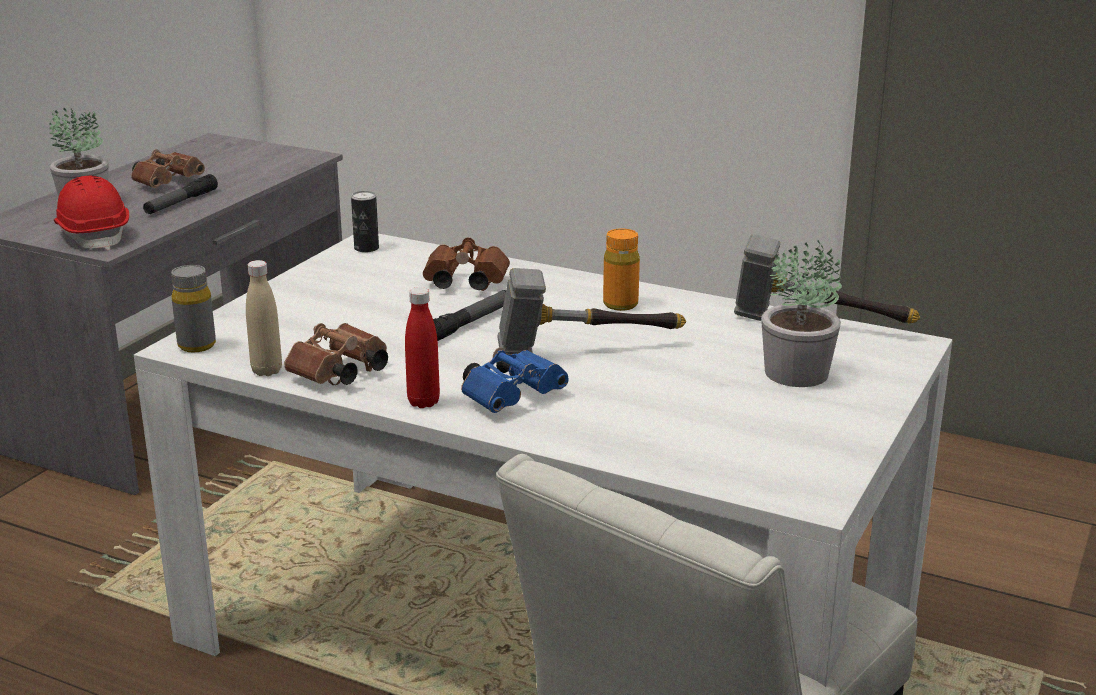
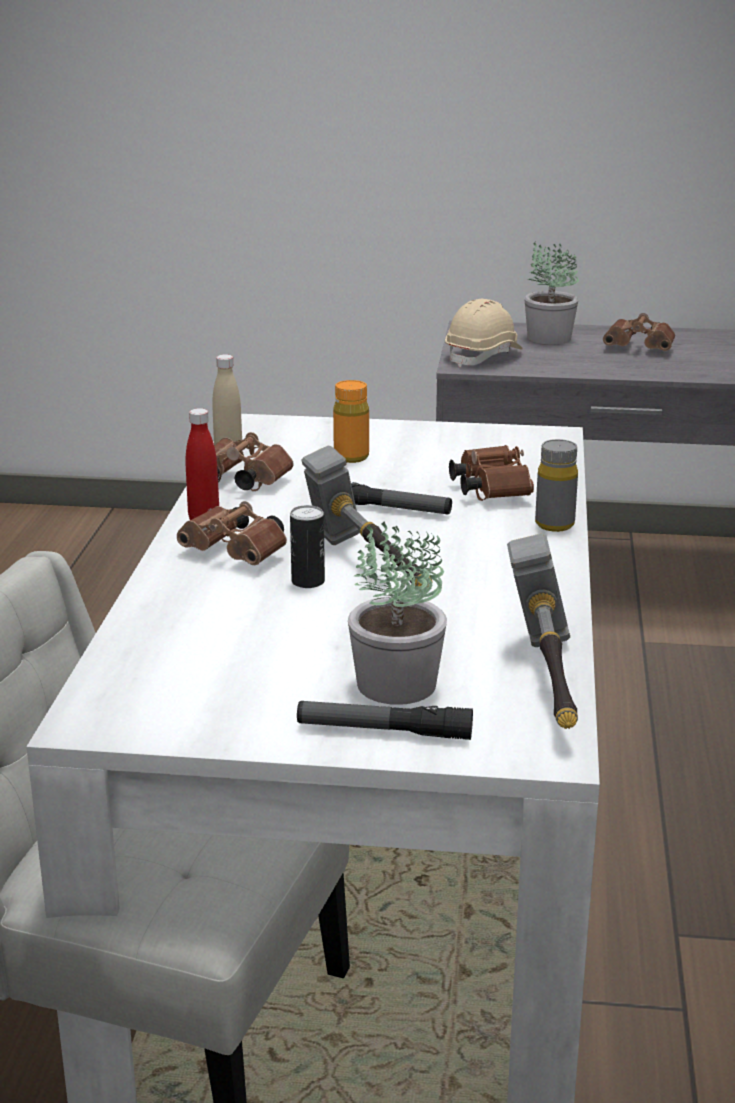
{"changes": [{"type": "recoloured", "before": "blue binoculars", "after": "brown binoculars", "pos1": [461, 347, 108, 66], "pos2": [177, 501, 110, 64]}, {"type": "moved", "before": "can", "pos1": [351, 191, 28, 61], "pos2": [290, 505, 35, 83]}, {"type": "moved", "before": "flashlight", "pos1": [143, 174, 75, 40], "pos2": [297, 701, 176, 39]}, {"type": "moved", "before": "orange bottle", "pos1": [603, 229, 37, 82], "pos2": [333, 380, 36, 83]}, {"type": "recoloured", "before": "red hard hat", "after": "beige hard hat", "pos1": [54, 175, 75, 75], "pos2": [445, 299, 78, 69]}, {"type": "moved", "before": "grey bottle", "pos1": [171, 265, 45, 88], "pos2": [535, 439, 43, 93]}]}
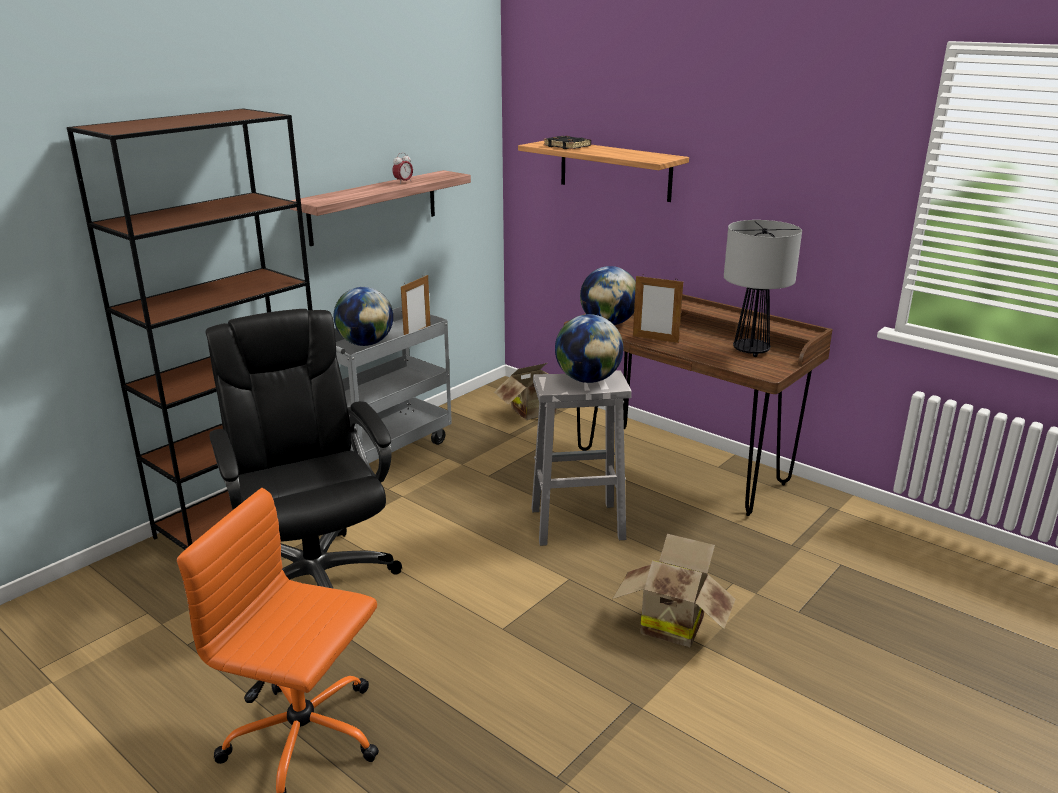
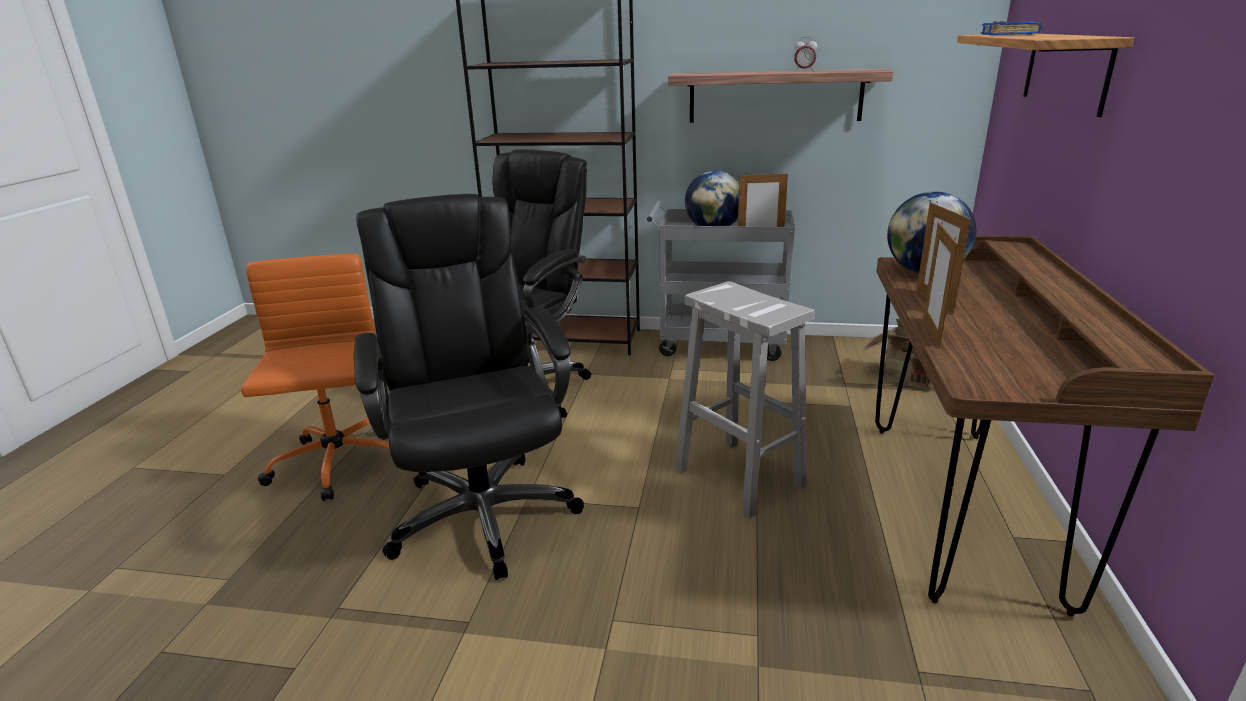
{"changes": [{"type": "added", "after": "black office chair", "pos2": [354, 194, 230, 386]}, {"type": "added", "after": "picture frame", "pos2": [923, 222, 35, 125]}, {"type": "recoloured", "before": "black book", "after": "blue book", "pos1": [543, 136, 48, 13], "pos2": [981, 21, 61, 14]}, {"type": "removed", "before": "globe", "pos1": [555, 314, 68, 69]}, {"type": "removed", "before": "cardboard box", "pos1": [613, 534, 123, 113]}, {"type": "removed", "before": "table lamp", "pos1": [724, 220, 78, 137]}]}
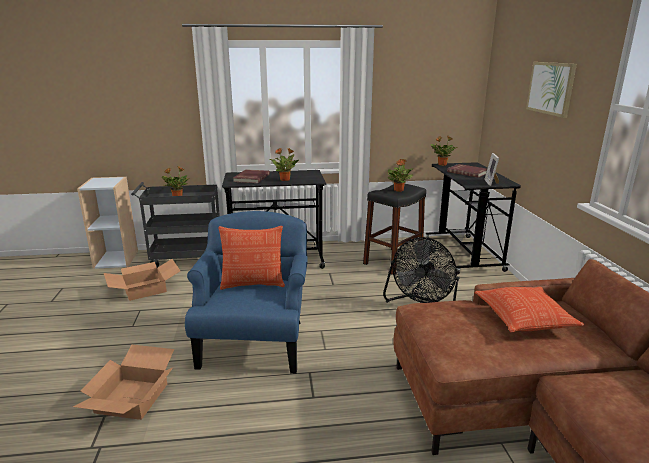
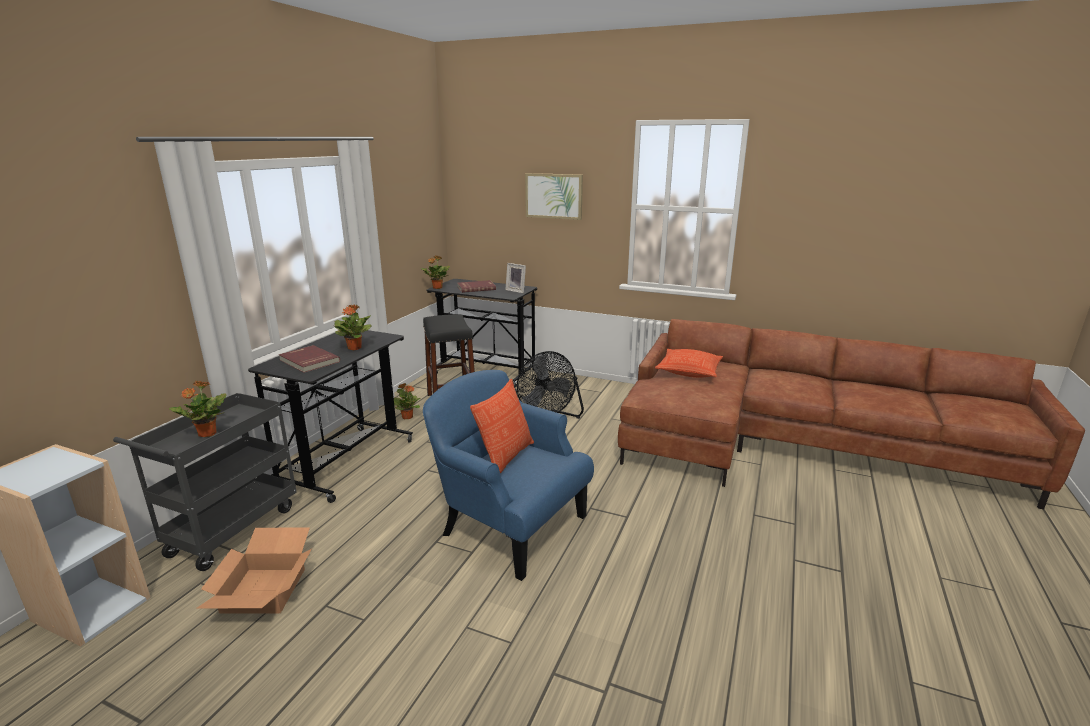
{"changes": [{"type": "moved", "before": "potted plant", "pos1": [388, 159, 25, 33], "pos2": [394, 383, 27, 37]}, {"type": "removed", "before": "cardboard box", "pos1": [73, 345, 101, 75]}]}
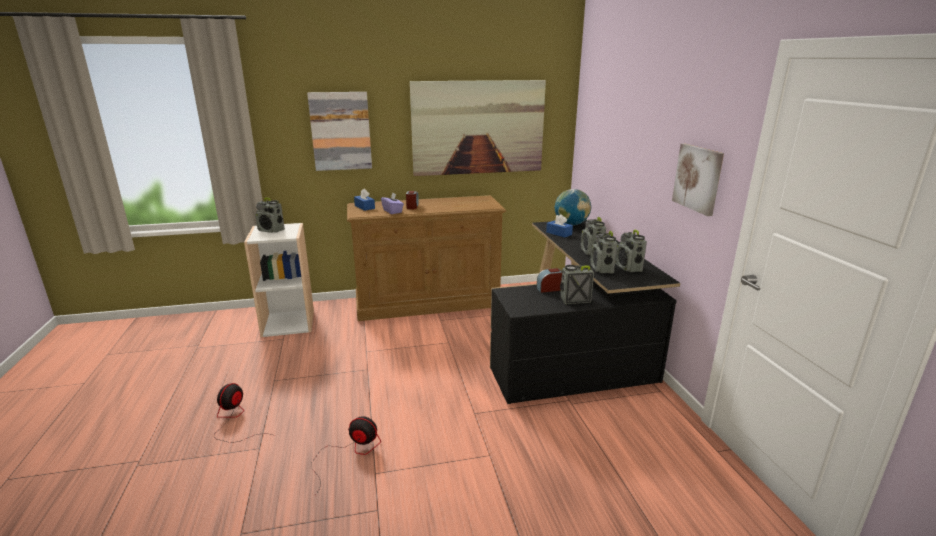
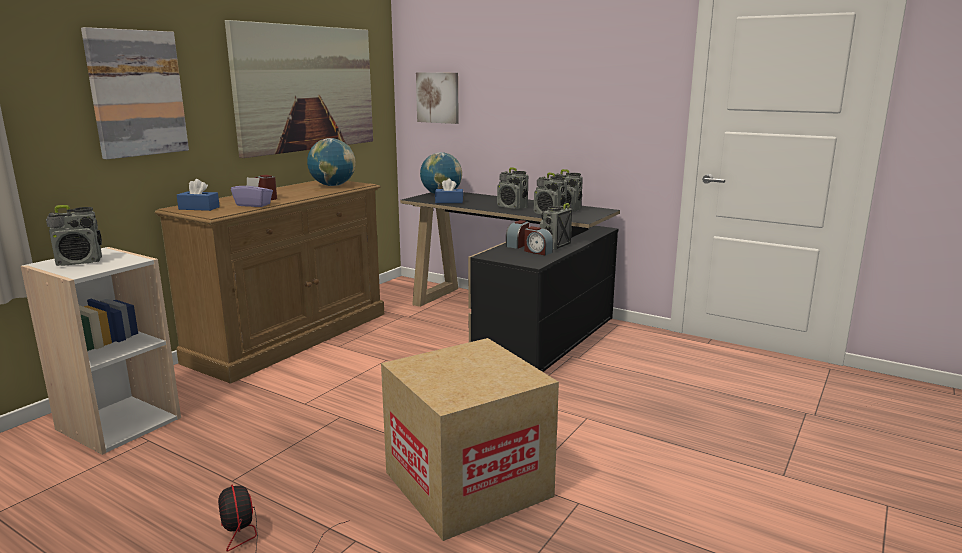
{"changes": [{"type": "added", "after": "globe", "pos2": [307, 138, 49, 48]}, {"type": "replaced", "before": "fan", "after": "cardboard box", "pos1": [312, 416, 69, 78], "pos2": [381, 338, 178, 203]}, {"type": "moved", "before": "picture", "pos1": [672, 144, 52, 72], "pos2": [416, 73, 43, 51]}, {"type": "added", "after": "alarm clock", "pos2": [524, 226, 29, 30]}]}
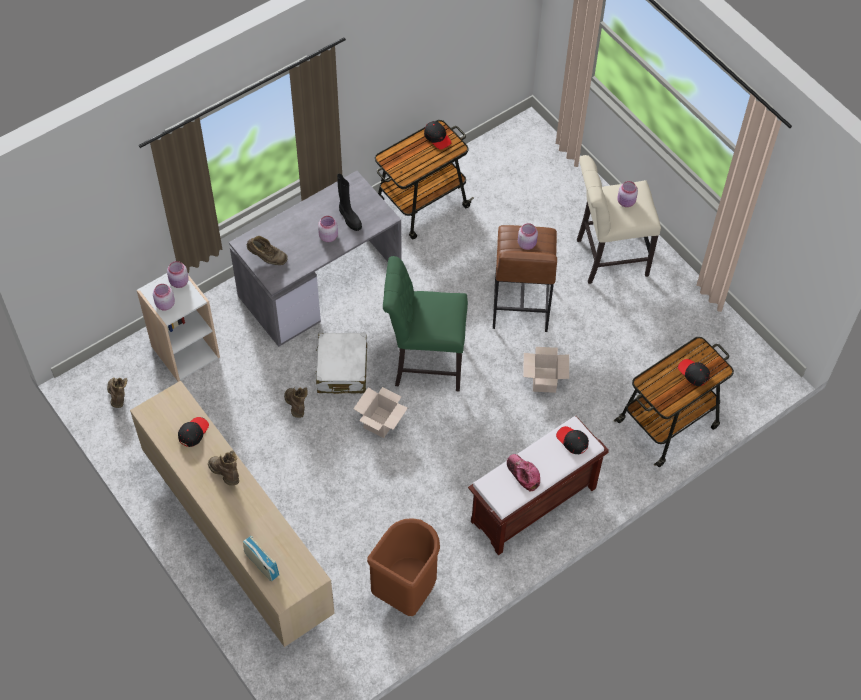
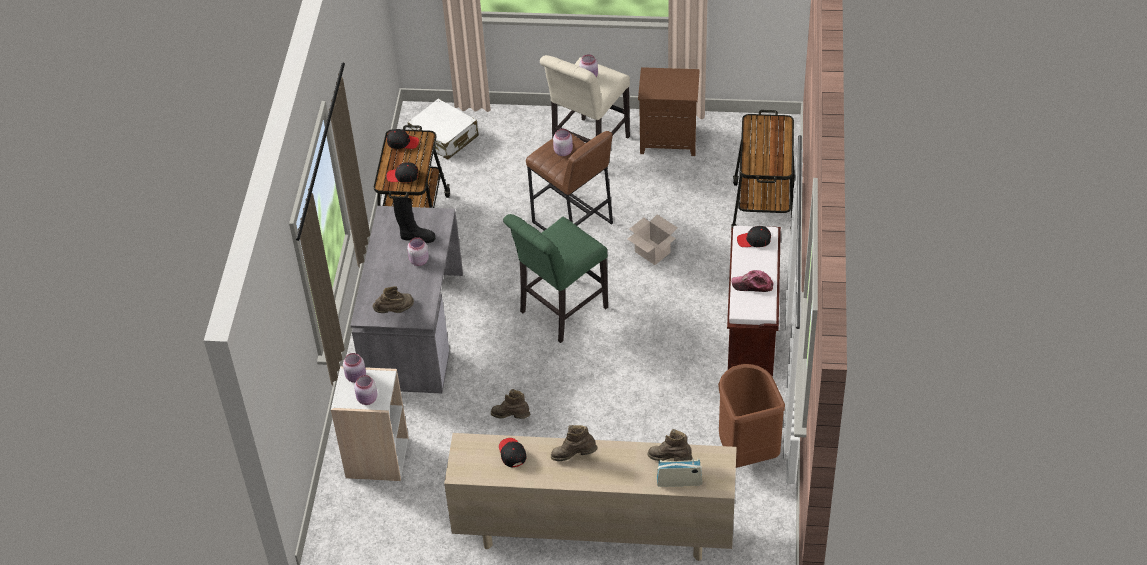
{"changes": [{"type": "moved", "before": "black cap", "pos1": [678, 359, 32, 27], "pos2": [386, 162, 33, 21]}, {"type": "moved", "before": "white suitcase", "pos1": [315, 333, 52, 61], "pos2": [408, 98, 71, 62]}, {"type": "added", "after": "brown nightstand", "pos2": [638, 67, 62, 89]}, {"type": "moved", "before": "brown boot", "pos1": [107, 378, 20, 30], "pos2": [648, 429, 44, 32]}, {"type": "removed", "before": "cardboard box", "pos1": [353, 387, 55, 51]}]}
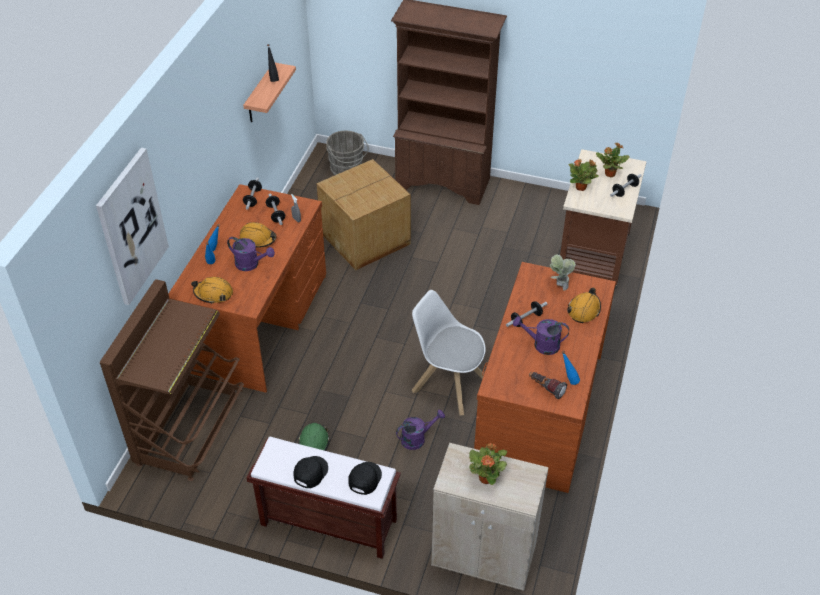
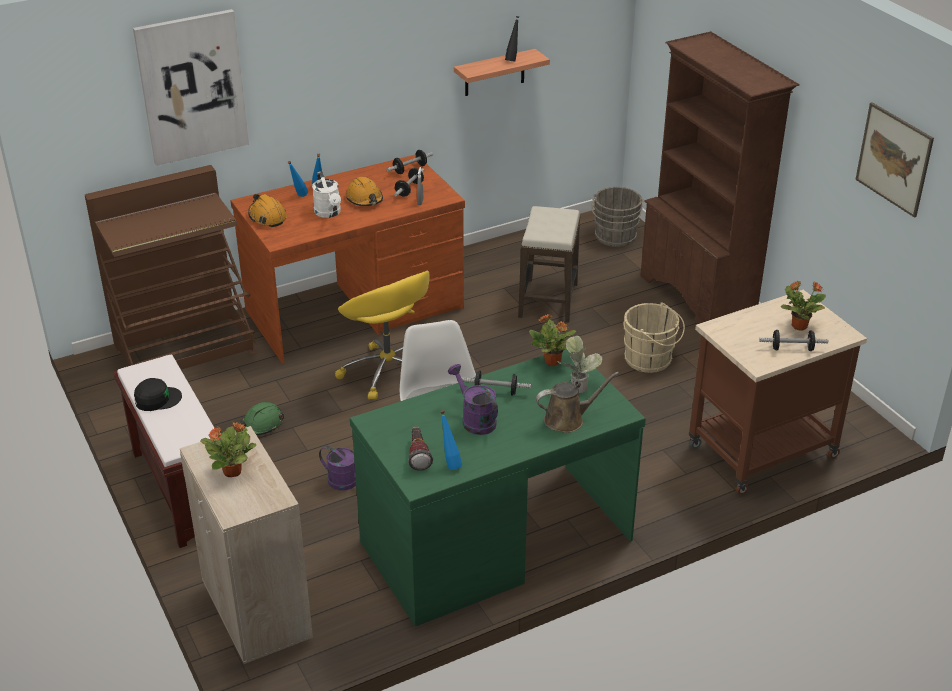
{"changes": [{"type": "recoloured", "before": "purple watering can", "after": "white watering can", "pos1": [227, 237, 48, 34], "pos2": [312, 172, 29, 46]}, {"type": "added", "after": "yellow office chair", "pos2": [335, 270, 95, 130]}, {"type": "recoloured", "before": "brown desk", "after": "green desk", "pos1": [474, 262, 142, 231], "pos2": [350, 349, 296, 277]}, {"type": "replaced", "before": "cardboard box", "after": "stool", "pos1": [316, 159, 95, 111], "pos2": [518, 206, 62, 117]}, {"type": "moved", "before": "potted plant", "pos1": [568, 159, 31, 32], "pos2": [529, 314, 48, 52]}, {"type": "replaced", "before": "orange hard hat", "after": "brown watering can", "pos1": [567, 288, 34, 35], "pos2": [536, 372, 83, 61]}, {"type": "added", "after": "beige bucket", "pos2": [624, 302, 61, 71]}, {"type": "added", "after": "picture", "pos2": [855, 102, 79, 116]}, {"type": "removed", "before": "black cap", "pos1": [348, 462, 34, 33]}]}
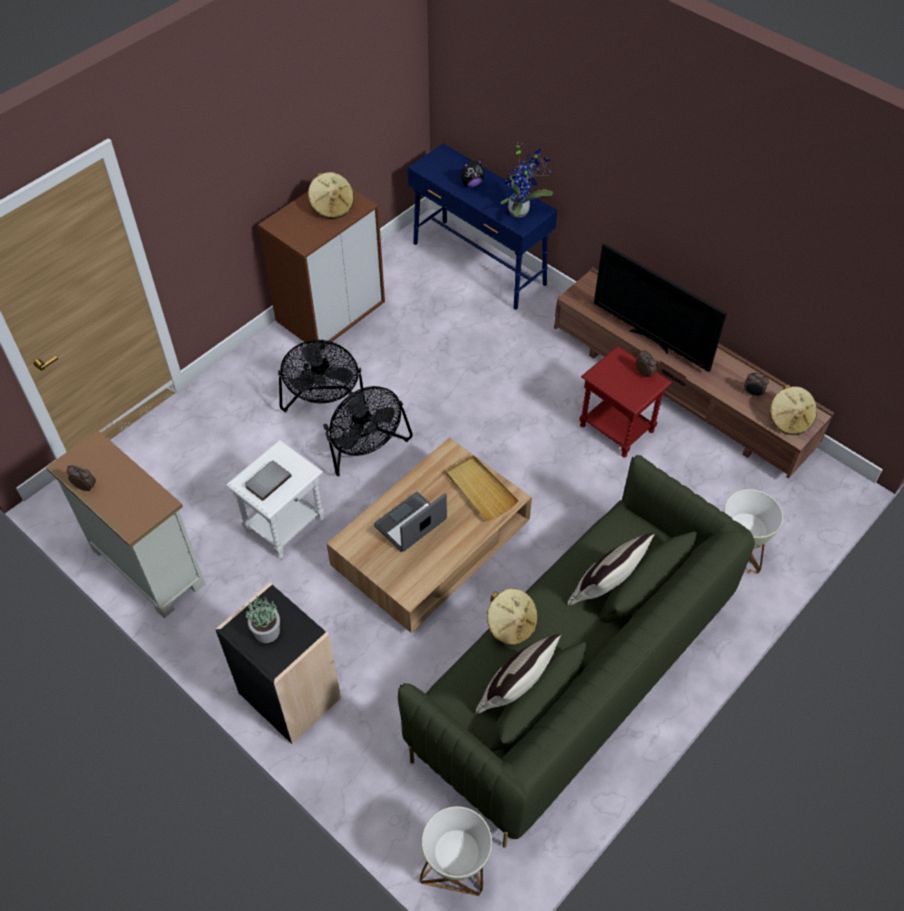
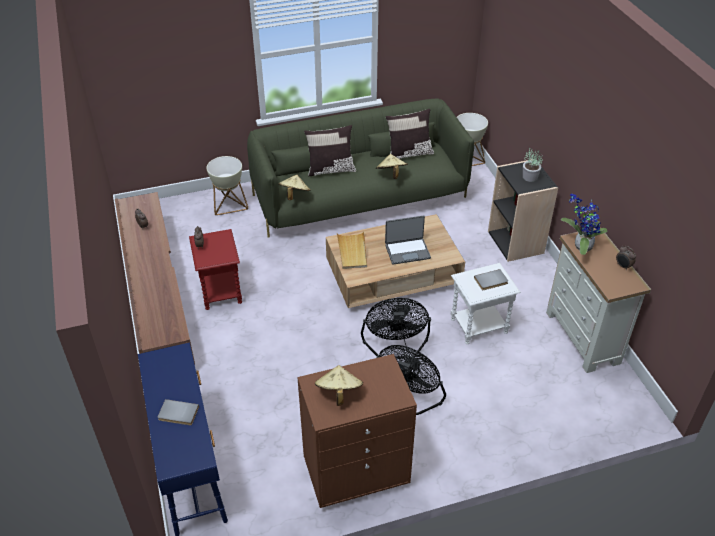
{"changes": [{"type": "replaced", "before": "plush toy", "after": "grey book", "pos1": [461, 159, 23, 28], "pos2": [158, 399, 41, 26]}, {"type": "moved", "before": "beige hat", "pos1": [770, 385, 47, 50], "pos2": [278, 175, 33, 25]}, {"type": "moved", "before": "potted plant", "pos1": [501, 142, 52, 76], "pos2": [561, 194, 47, 61]}, {"type": "removed", "before": "television", "pos1": [594, 243, 133, 129]}]}
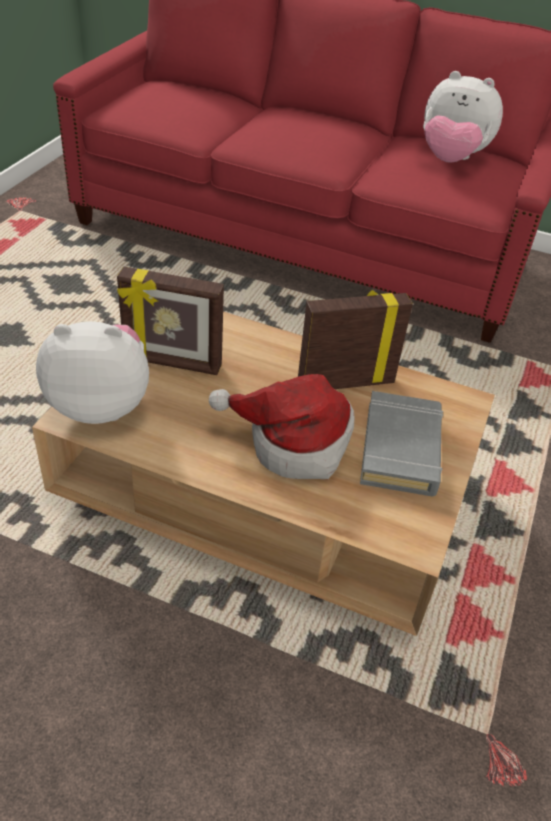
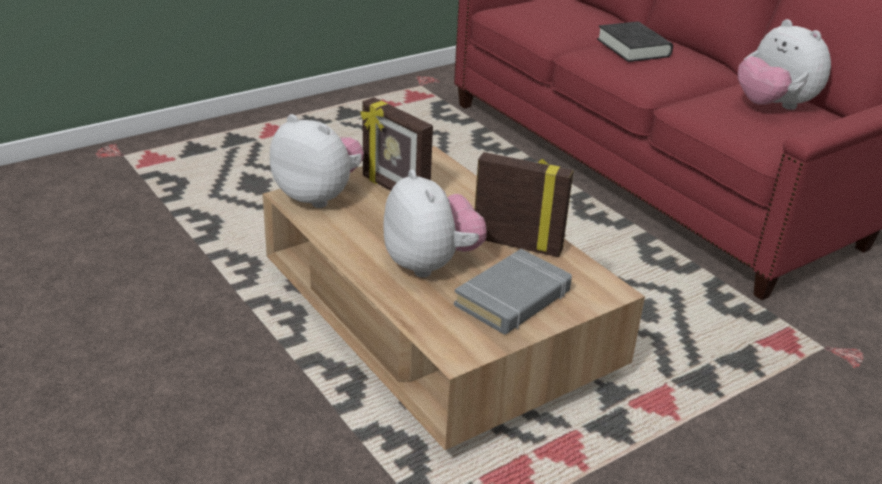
{"changes": [{"type": "replaced", "before": "hat", "after": "plush toy", "pos1": [209, 374, 146, 105], "pos2": [384, 169, 103, 109]}, {"type": "added", "after": "black book", "pos2": [597, 22, 76, 40]}]}
